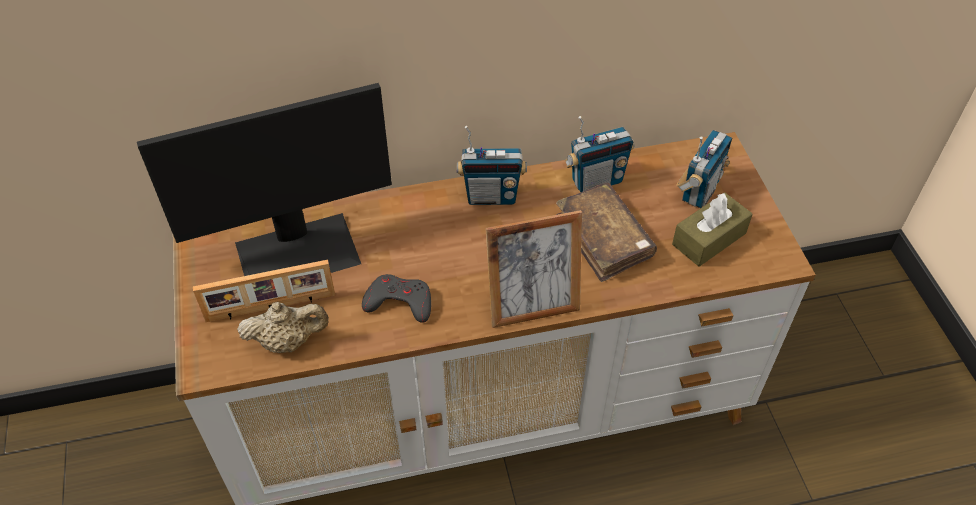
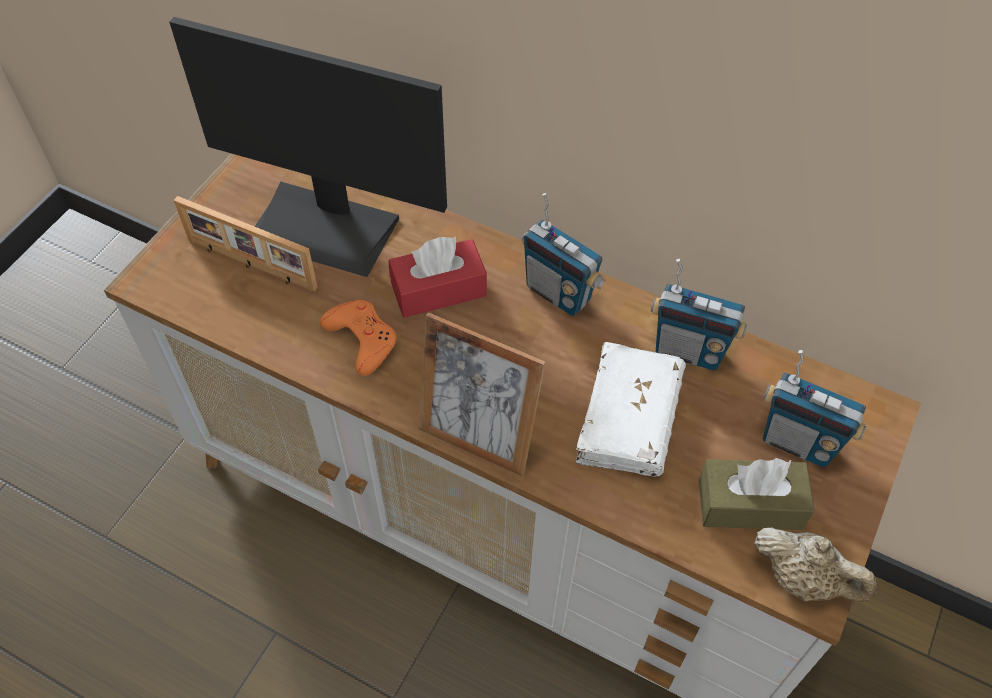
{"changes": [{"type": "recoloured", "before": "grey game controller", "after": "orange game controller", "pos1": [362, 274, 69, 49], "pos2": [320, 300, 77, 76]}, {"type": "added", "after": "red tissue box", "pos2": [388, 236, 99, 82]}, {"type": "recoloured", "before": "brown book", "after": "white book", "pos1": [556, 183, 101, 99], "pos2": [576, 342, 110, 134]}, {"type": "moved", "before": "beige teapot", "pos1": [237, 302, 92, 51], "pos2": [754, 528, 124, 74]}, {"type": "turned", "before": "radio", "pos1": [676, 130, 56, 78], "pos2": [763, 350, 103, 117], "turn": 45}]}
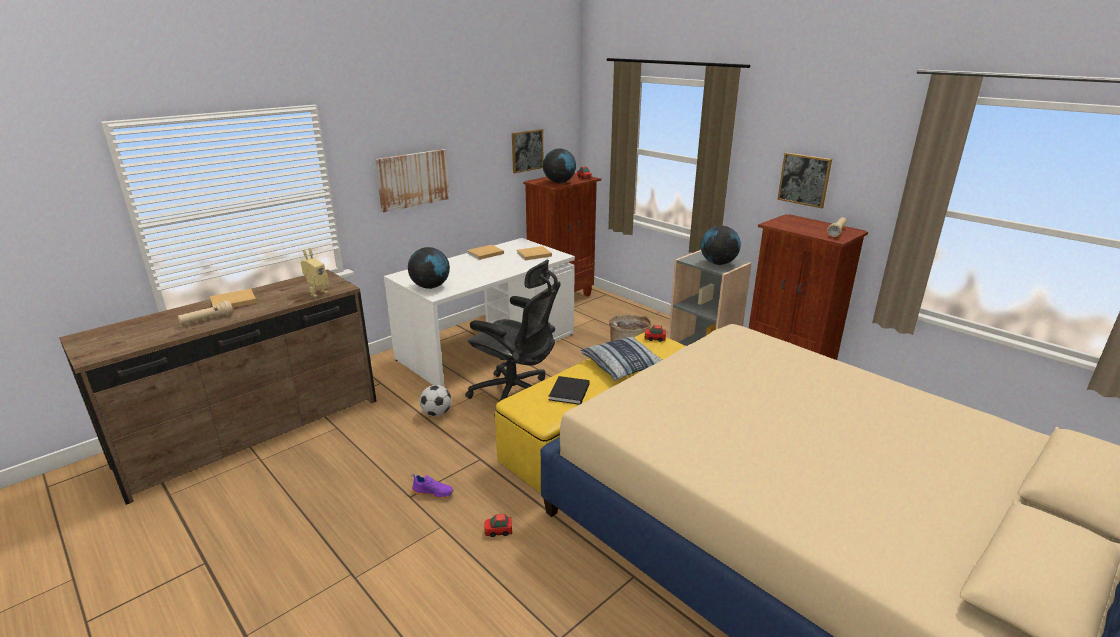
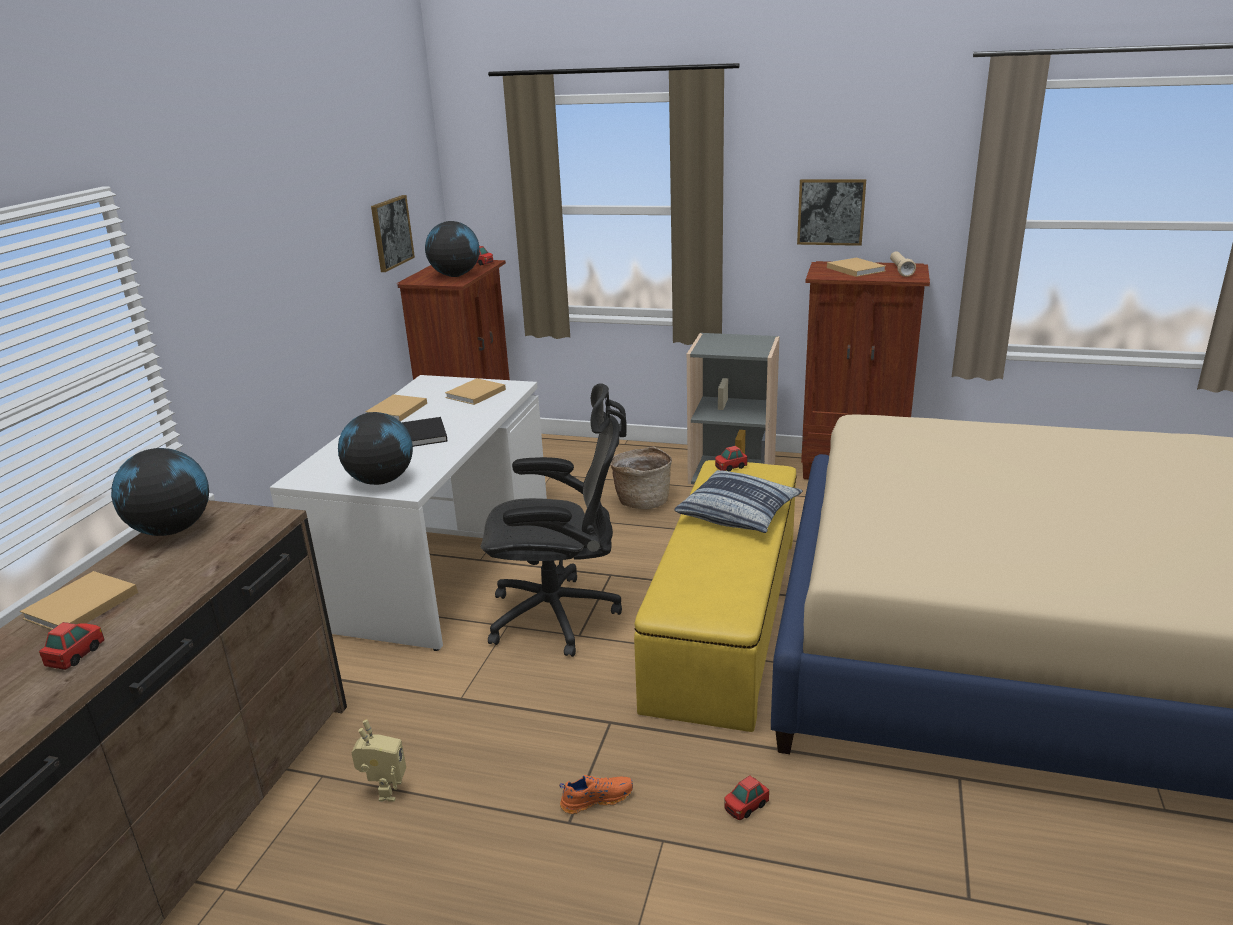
{"changes": [{"type": "replaced", "before": "beige flashlight", "after": "toy car", "pos1": [178, 300, 55, 25], "pos2": [39, 622, 66, 48]}, {"type": "moved", "before": "globe", "pos1": [701, 226, 40, 39], "pos2": [111, 448, 98, 88]}, {"type": "moved", "before": "toy robot", "pos1": [301, 248, 28, 49], "pos2": [352, 720, 54, 82]}, {"type": "moved", "before": "black book", "pos1": [549, 376, 41, 29], "pos2": [402, 417, 46, 30]}, {"type": "recoloured", "before": "purple shoe", "after": "orange shoe", "pos1": [412, 474, 41, 25], "pos2": [559, 775, 74, 39]}, {"type": "added", "after": "beige book", "pos2": [827, 258, 59, 19]}, {"type": "removed", "before": "picture", "pos1": [375, 149, 74, 63]}, {"type": "removed", "before": "football", "pos1": [420, 385, 31, 31]}]}
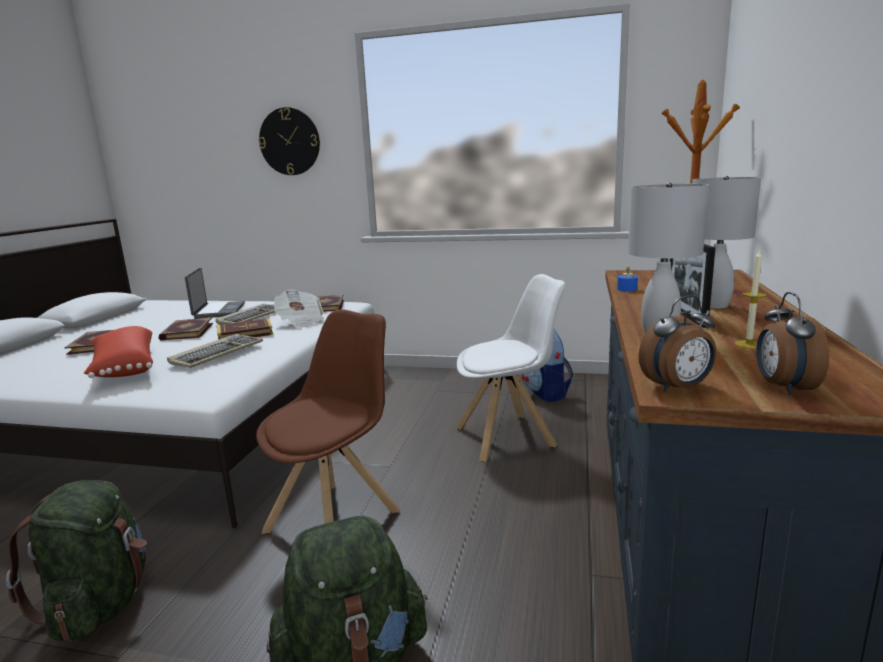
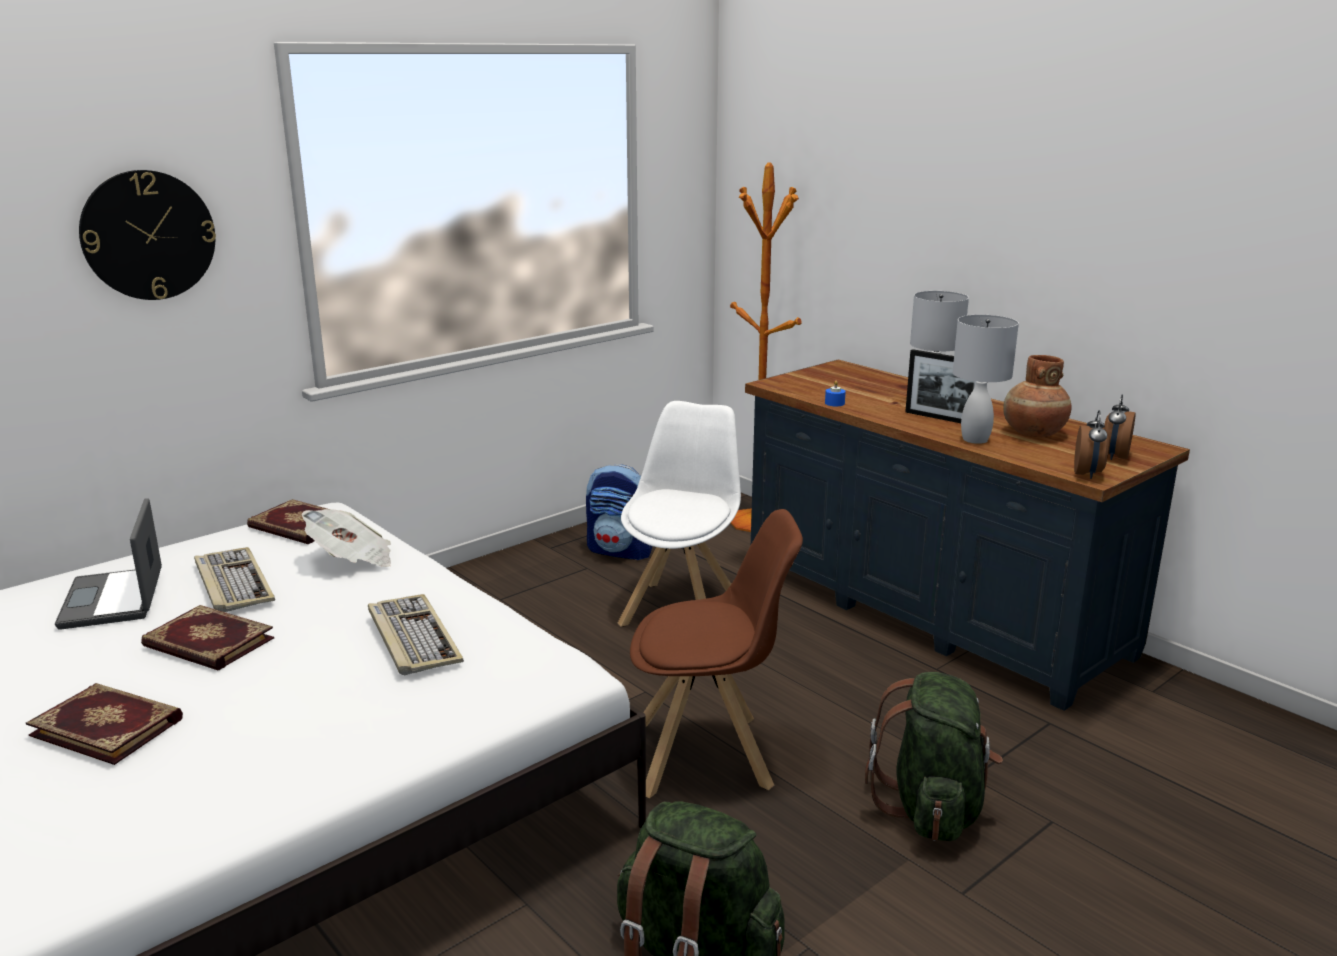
{"changes": [{"type": "turned", "before": "laptop", "pos1": [185, 268, 60, 51], "pos2": [55, 498, 107, 132], "turn": -135}, {"type": "turned", "before": "brown chair", "pos1": [256, 309, 144, 225], "pos2": [630, 509, 173, 289], "turn": 105}, {"type": "replaced", "before": "candle", "after": "brown vase", "pos1": [735, 249, 32, 100], "pos2": [1003, 355, 69, 82]}, {"type": "turned", "before": "alarm clock", "pos1": [756, 292, 73, 103], "pos2": [1104, 394, 32, 66], "turn": 75}, {"type": "removed", "before": "red pillow", "pos1": [84, 326, 69, 52]}, {"type": "removed", "before": "book", "pos1": [217, 318, 56, 22]}]}
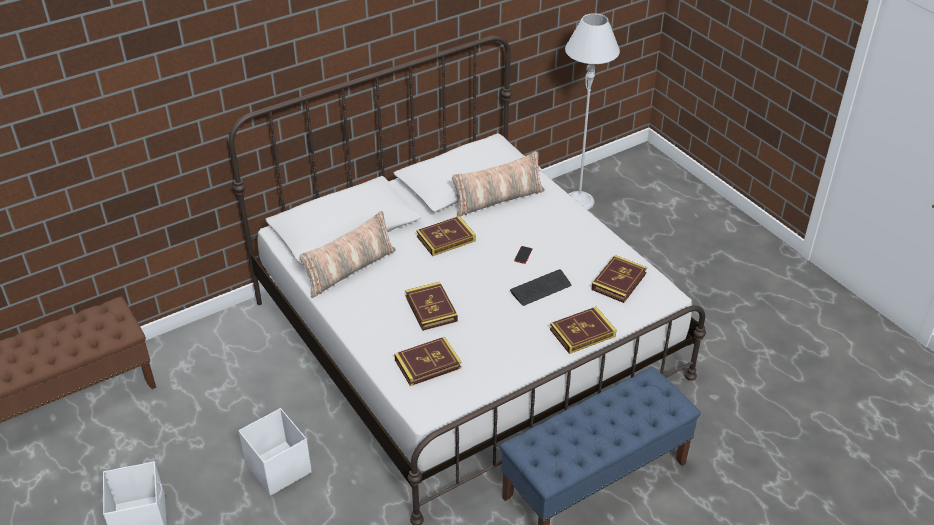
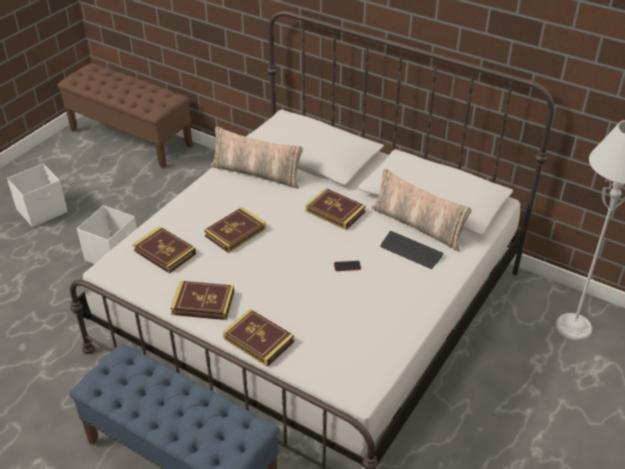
{"changes": [{"type": "moved", "before": "book", "pos1": [591, 255, 56, 48], "pos2": [170, 281, 64, 39]}, {"type": "moved", "before": "keyboard", "pos1": [510, 269, 61, 37], "pos2": [380, 231, 64, 38]}]}
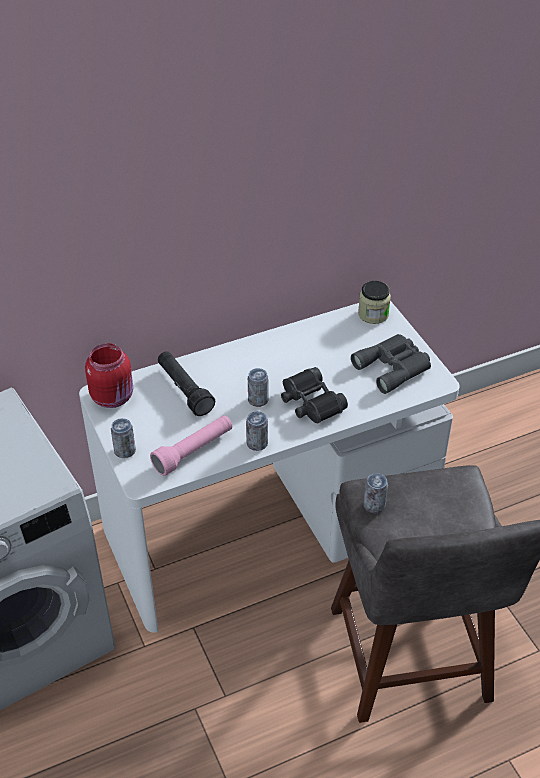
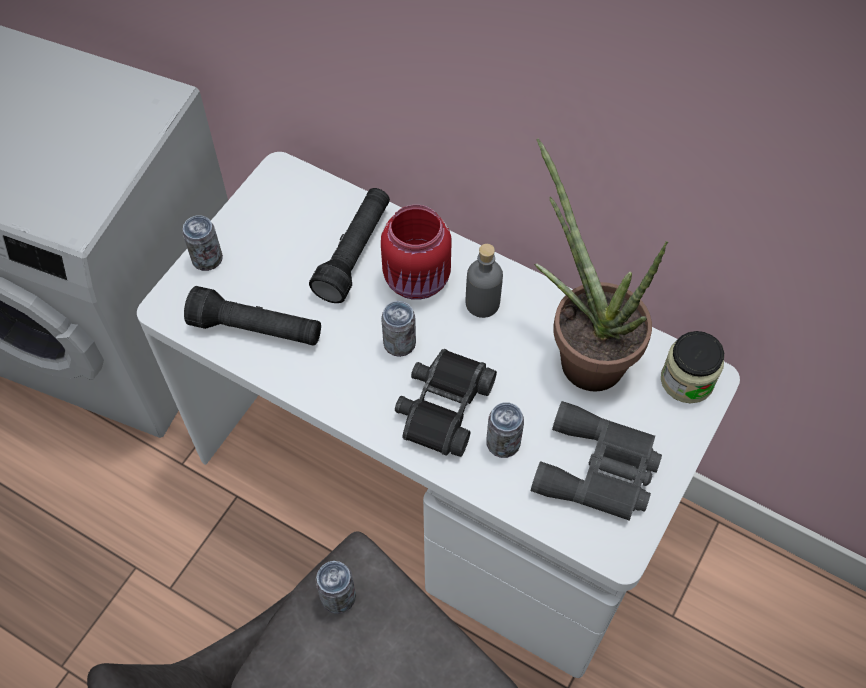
{"changes": [{"type": "recoloured", "before": "pink flashlight", "after": "black flashlight", "pos1": [150, 415, 82, 61], "pos2": [184, 286, 137, 60]}, {"type": "moved", "before": "red jar", "pos1": [85, 343, 48, 65], "pos2": [381, 205, 70, 95]}, {"type": "added", "after": "grey bottle", "pos2": [466, 244, 37, 74]}, {"type": "moved", "before": "can", "pos1": [246, 411, 22, 40], "pos2": [486, 402, 38, 56]}, {"type": "added", "after": "potted plant", "pos2": [534, 138, 134, 254]}]}
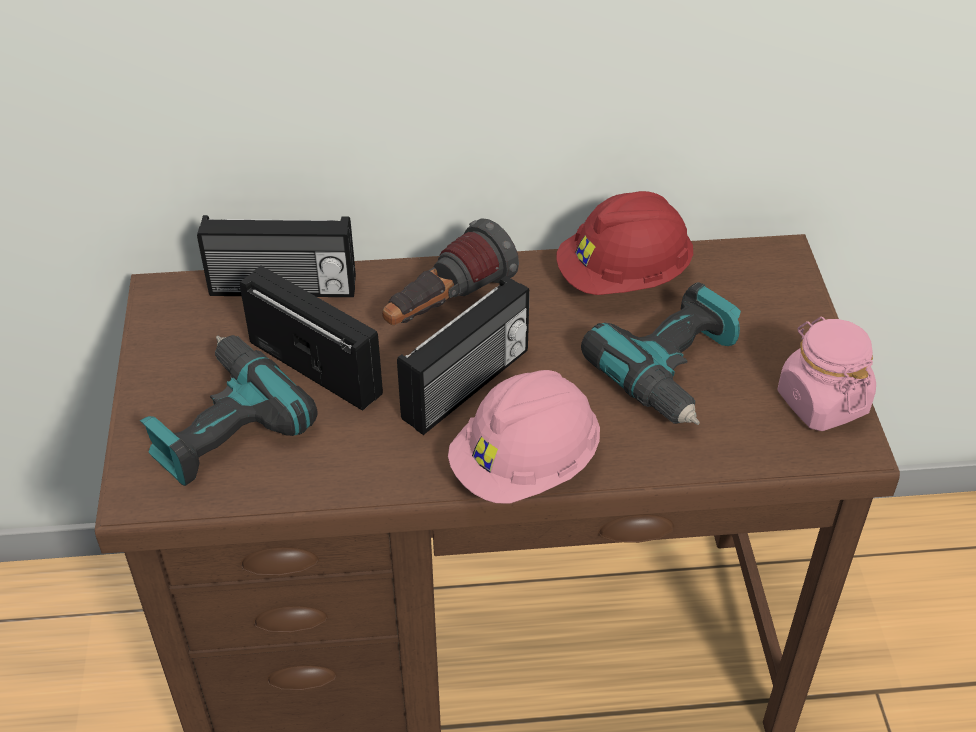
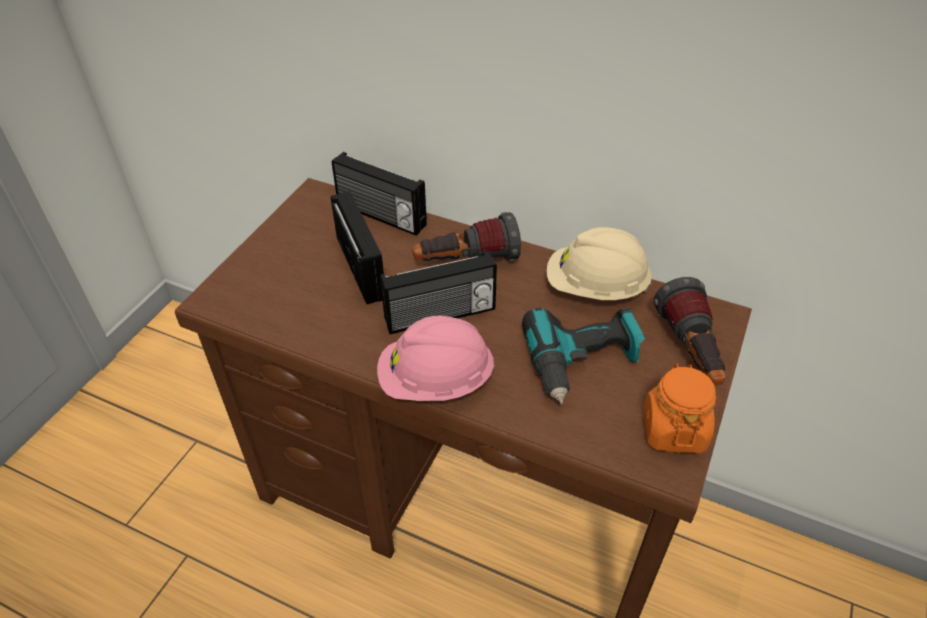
{"changes": [{"type": "recoloured", "before": "red hard hat", "after": "beige hard hat", "pos1": [556, 191, 137, 104], "pos2": [547, 227, 105, 73]}, {"type": "recoloured", "before": "pink jar", "after": "orange jar", "pos1": [778, 316, 98, 115], "pos2": [644, 364, 72, 89]}, {"type": "added", "after": "flashlight", "pos2": [654, 277, 72, 109]}, {"type": "removed", "before": "power drill", "pos1": [140, 335, 178, 151]}]}
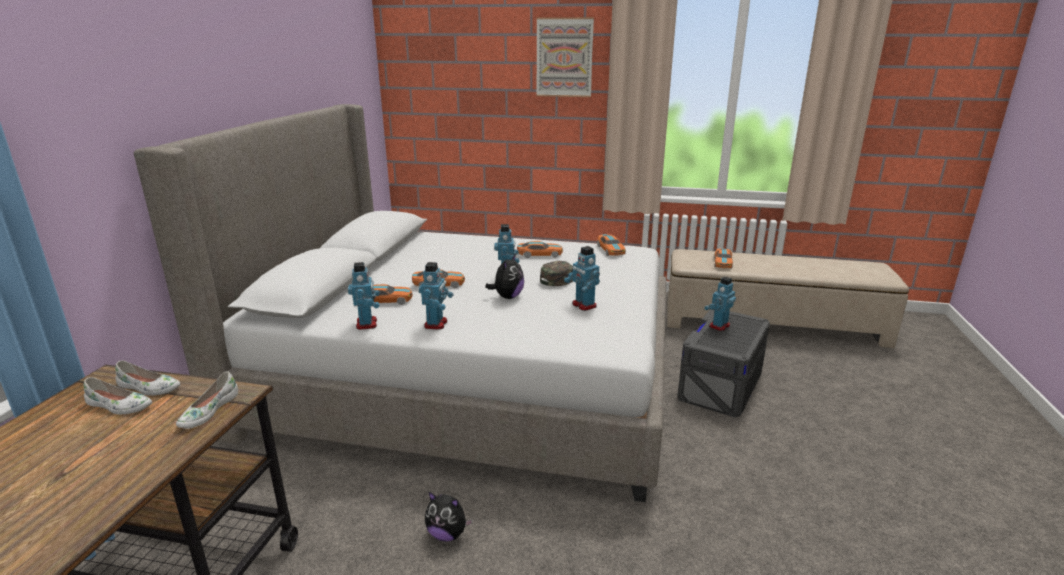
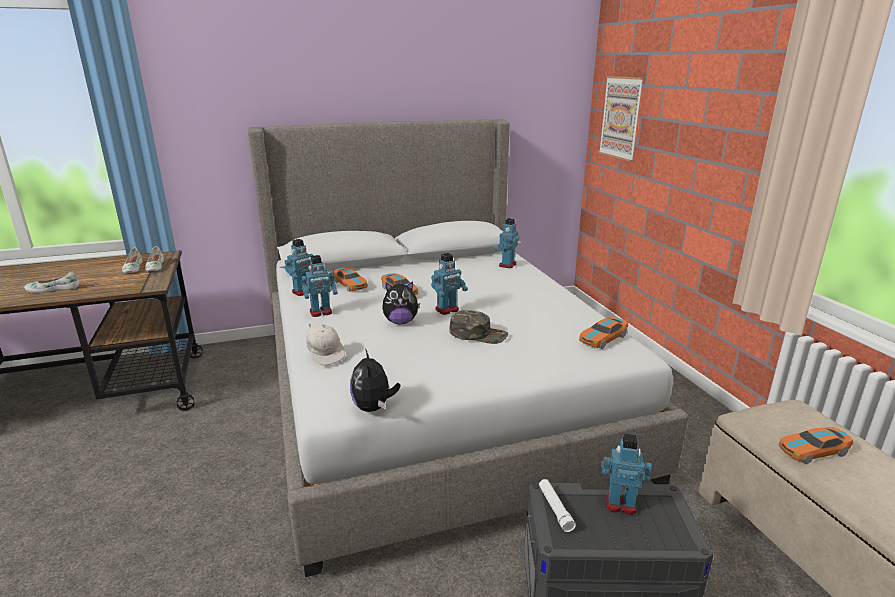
{"changes": [{"type": "moved", "before": "white shoe", "pos1": [176, 371, 62, 58], "pos2": [25, 271, 55, 22]}, {"type": "added", "after": "white cap", "pos2": [306, 323, 39, 43]}, {"type": "moved", "before": "plush toy", "pos1": [425, 492, 48, 49], "pos2": [350, 350, 51, 62]}, {"type": "moved", "before": "toy robot", "pos1": [564, 246, 36, 65], "pos2": [493, 218, 27, 50]}, {"type": "added", "after": "white flashlight", "pos2": [539, 479, 37, 53]}, {"type": "moved", "before": "picture", "pos1": [536, 17, 58, 80], "pos2": [598, 76, 46, 86]}, {"type": "removed", "before": "toy car", "pos1": [517, 241, 46, 17]}]}
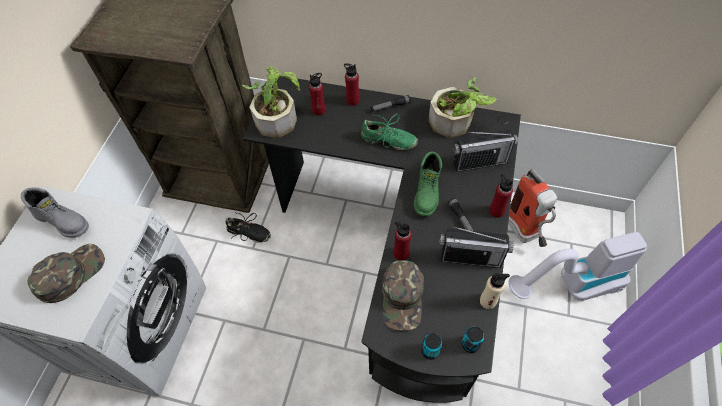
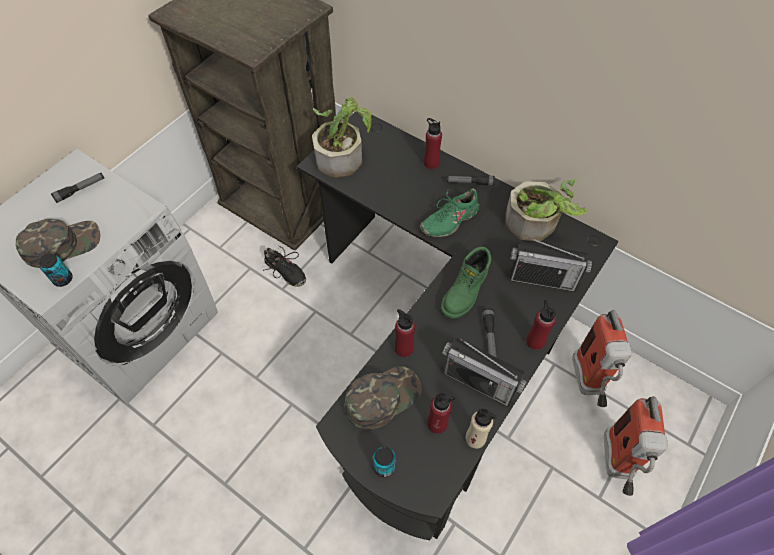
{"changes": [{"type": "moved", "before": "can", "pos1": [462, 327, 22, 26], "pos2": [39, 254, 34, 33]}, {"type": "replaced", "before": "grey boot", "after": "flashlight", "pos1": [21, 187, 68, 51], "pos2": [51, 173, 53, 30]}, {"type": "turned", "before": "green cap", "pos1": [382, 260, 42, 71], "pos2": [345, 366, 77, 63], "turn": -150}, {"type": "turned", "before": "green shoe", "pos1": [361, 114, 57, 36], "pos2": [420, 189, 60, 48], "turn": 105}, {"type": "moved", "before": "red bottle", "pos1": [309, 73, 17, 43], "pos2": [427, 393, 28, 41]}, {"type": "replaced", "before": "vacuum cleaner", "after": "fire extinguisher", "pos1": [509, 232, 138, 69], "pos2": [604, 396, 64, 100]}]}
